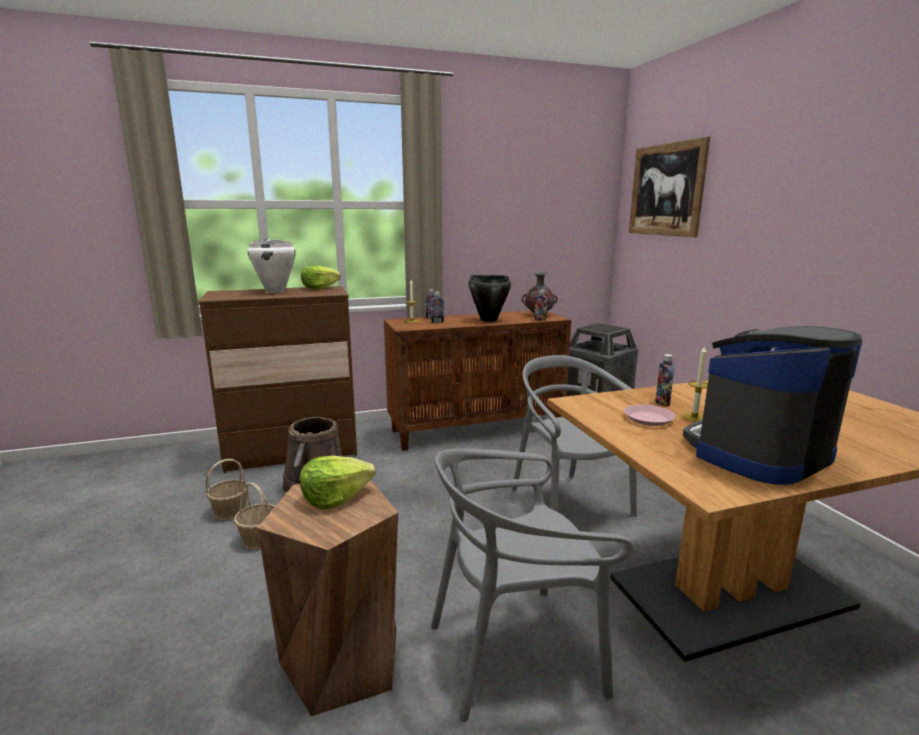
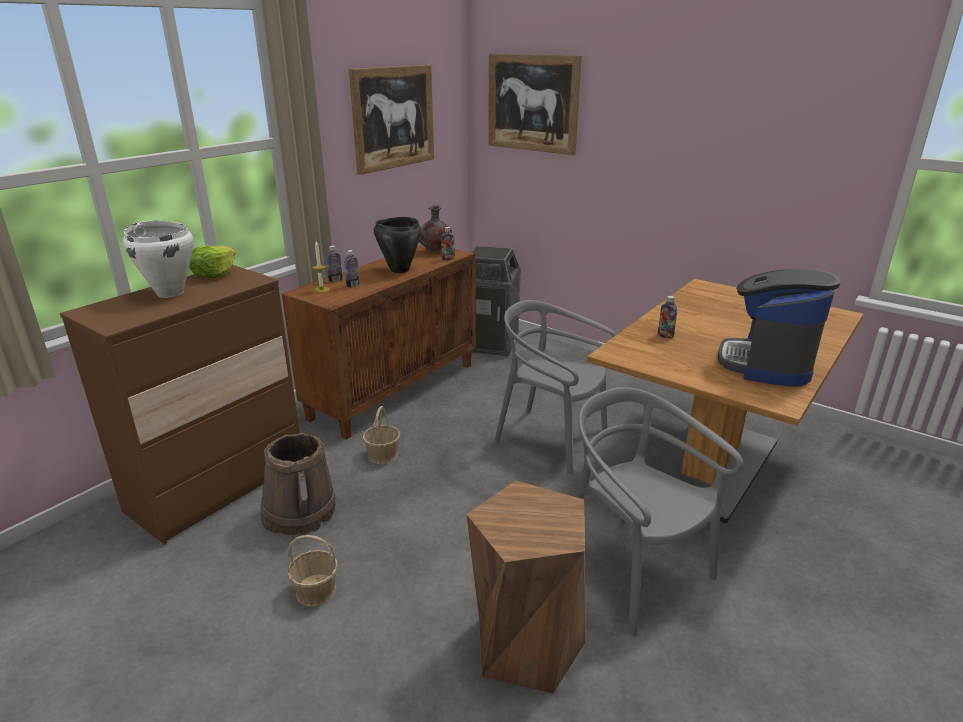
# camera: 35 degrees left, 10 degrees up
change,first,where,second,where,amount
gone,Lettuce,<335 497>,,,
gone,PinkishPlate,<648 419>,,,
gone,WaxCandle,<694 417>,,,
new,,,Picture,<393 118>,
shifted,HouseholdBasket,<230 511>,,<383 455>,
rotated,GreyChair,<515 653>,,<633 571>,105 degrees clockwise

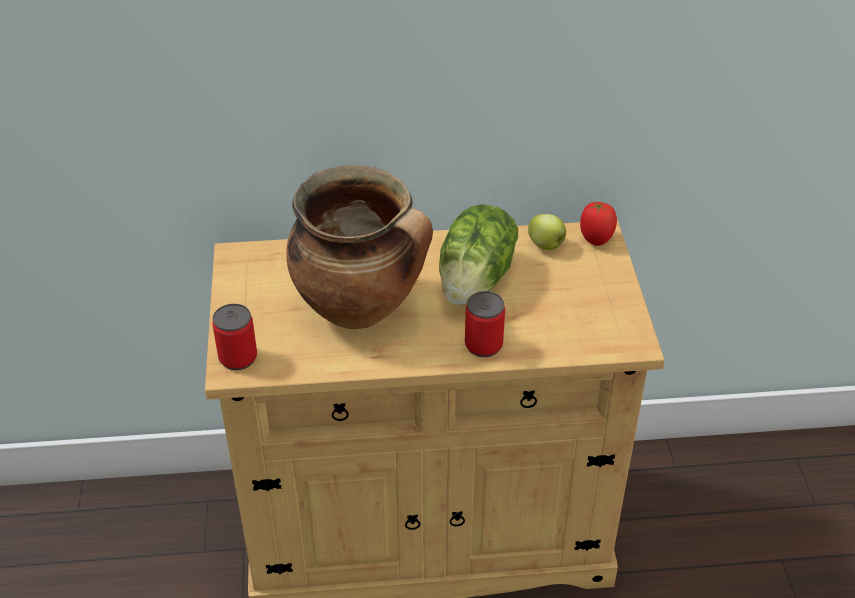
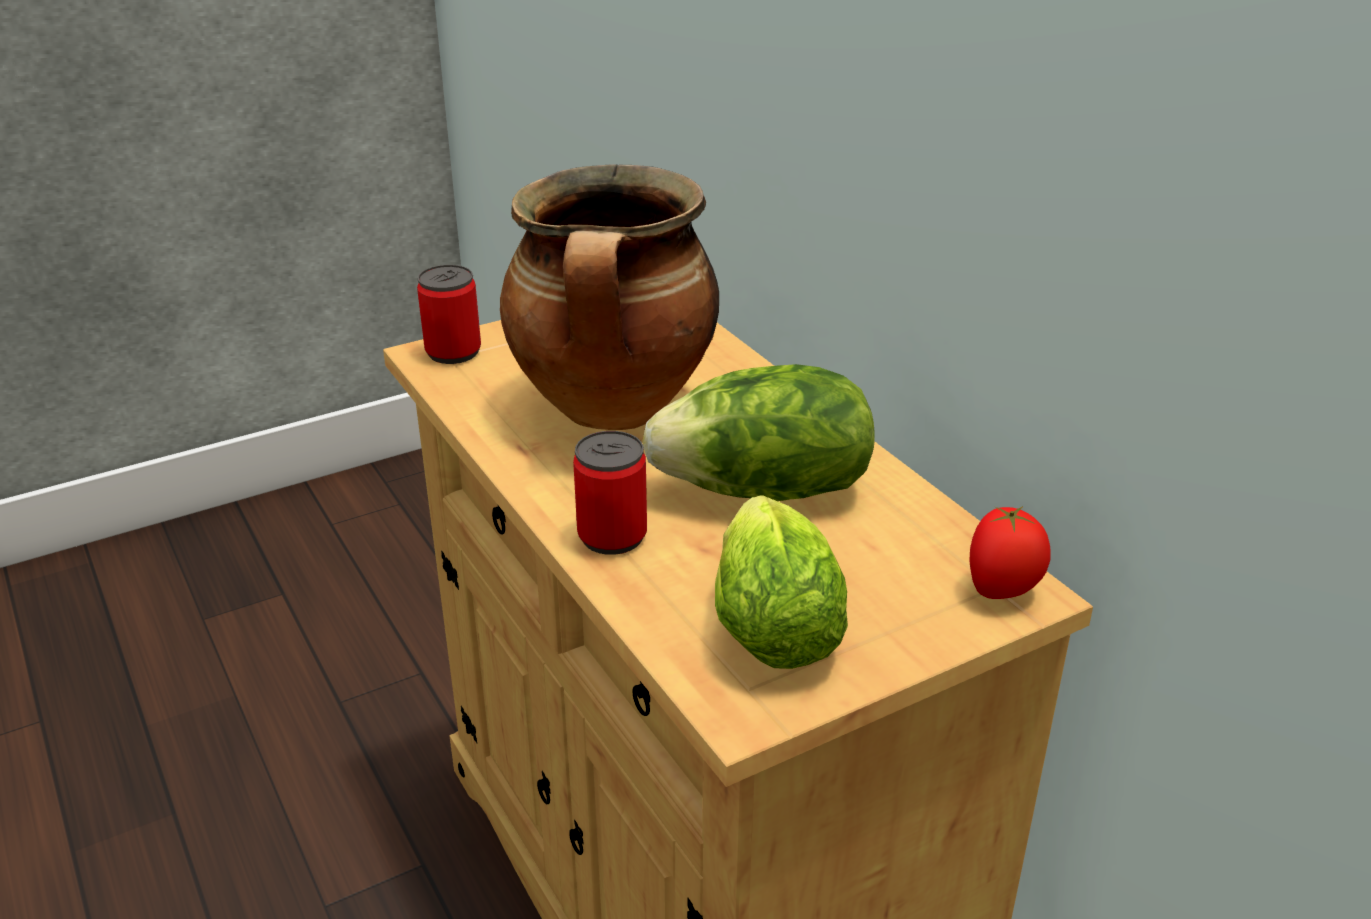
# camera: 65 degrees right, 10 degrees down
change,first,where,second,where,amount
gone,WholeApple,<546 246>,,,
new,,,Lettuce,<771 620>,

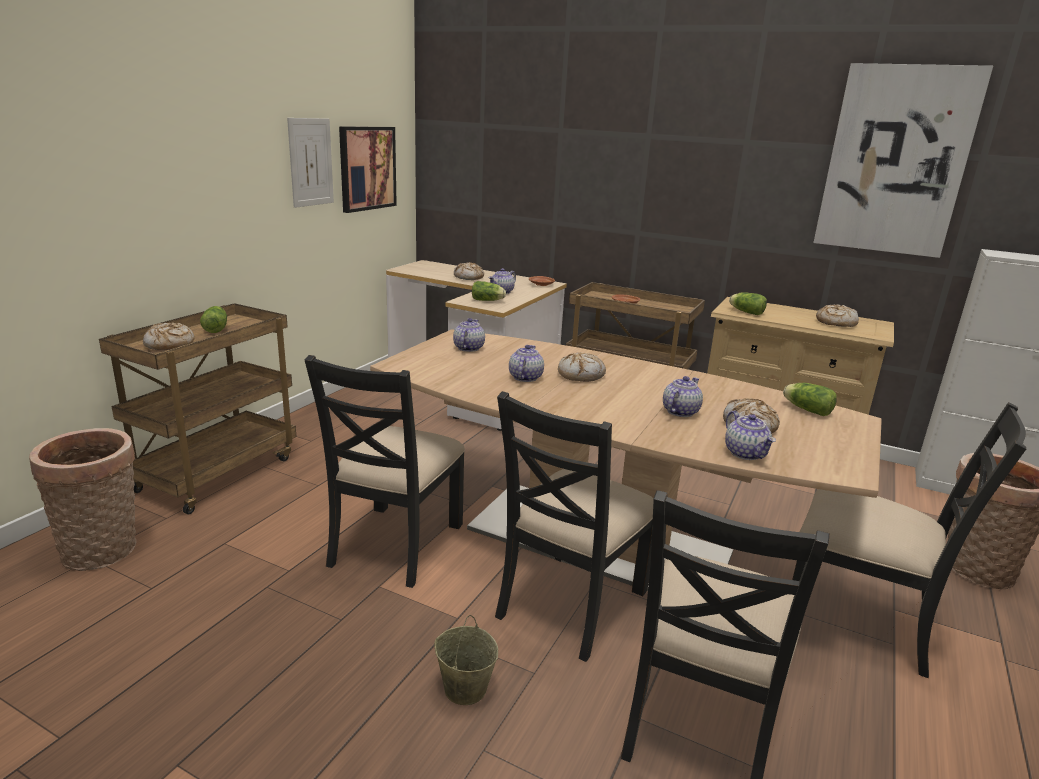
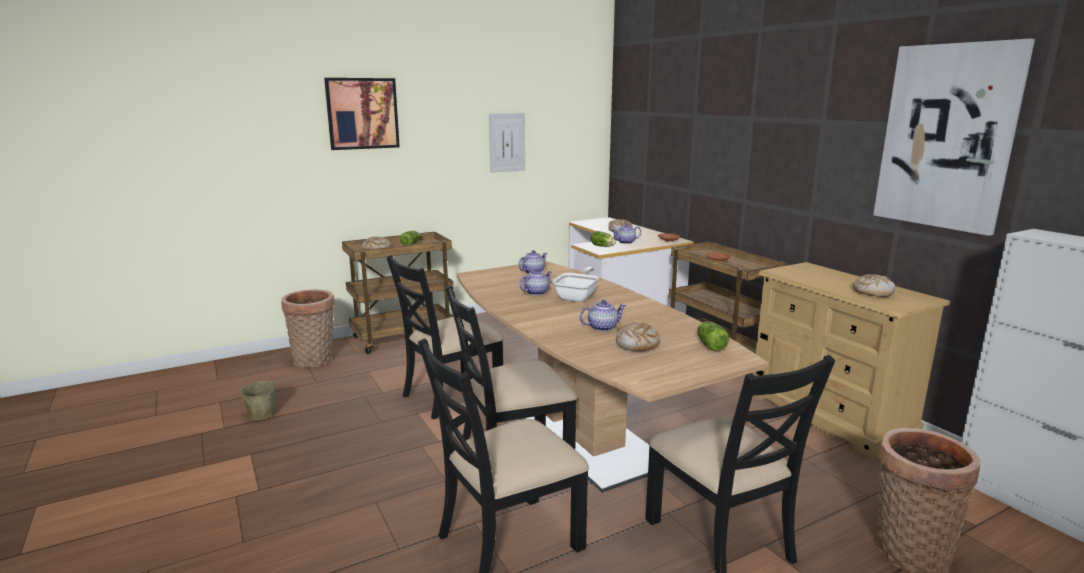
# camera: 35 degrees right, 5 degrees down
change,first,where,second,where,amount
gone,PotForTea,<746 453>,,,
gone,Lettuce,<745 312>,,,
shifted,Picture,<367 168>,,<362 113>,
shifted,BeigeWaterBucket,<464 688>,,<262 414>,
swapped,BakeryBread,<581 375>,Pan,<577 297>,

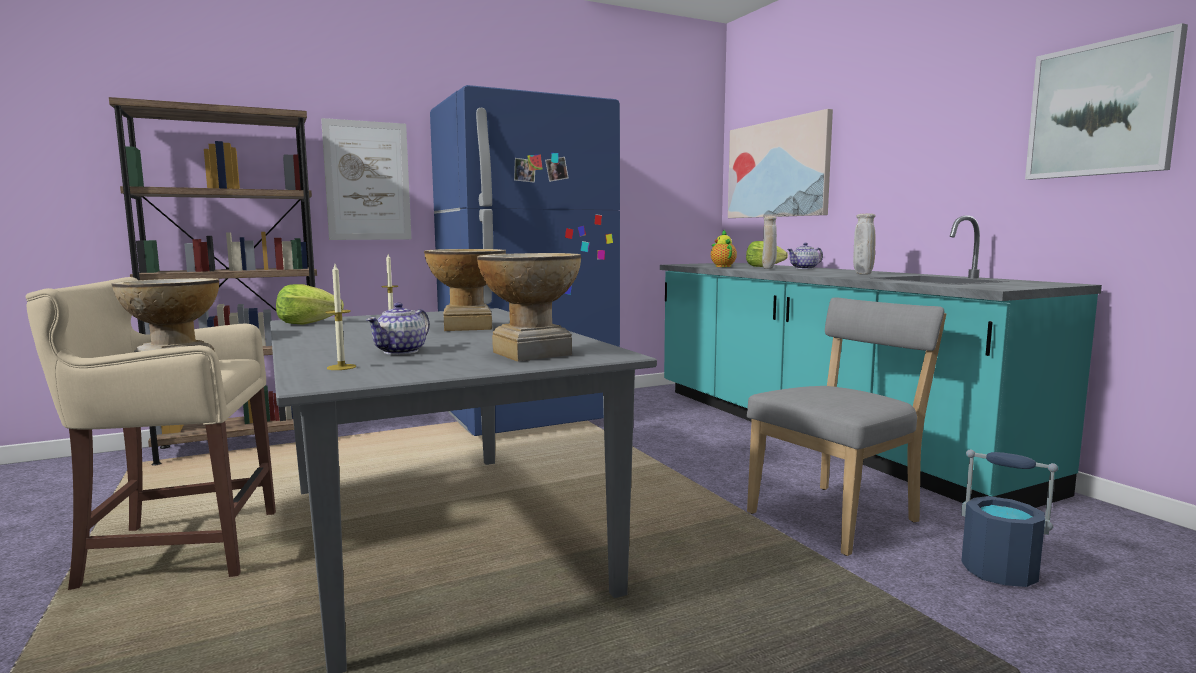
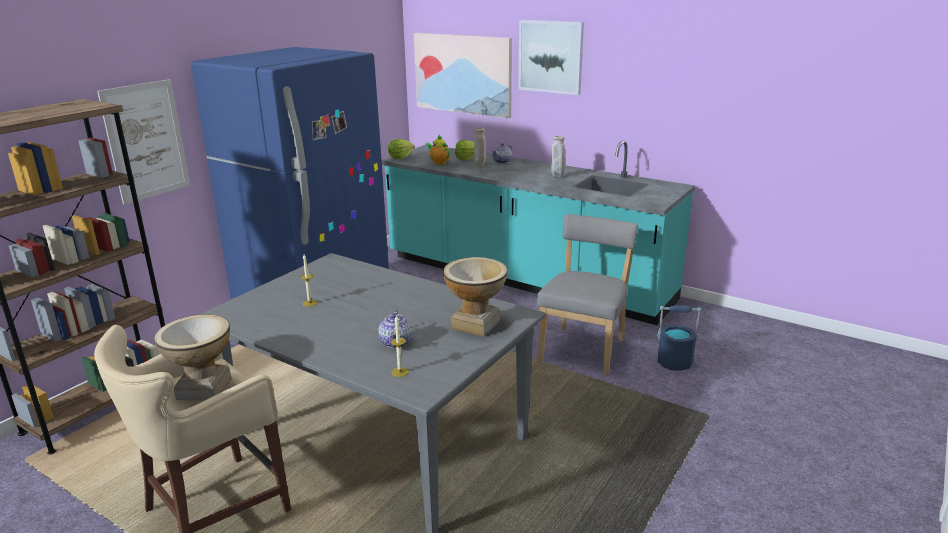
# camera: 30 degrees left, 15 degrees up
change,first,where,second,where,amount
gone,FlowerVase,<468 327>,,,
shifted,Lettuce,<307 323>,,<401 157>,
shifted,Picture,<1101 109>,,<551 56>,

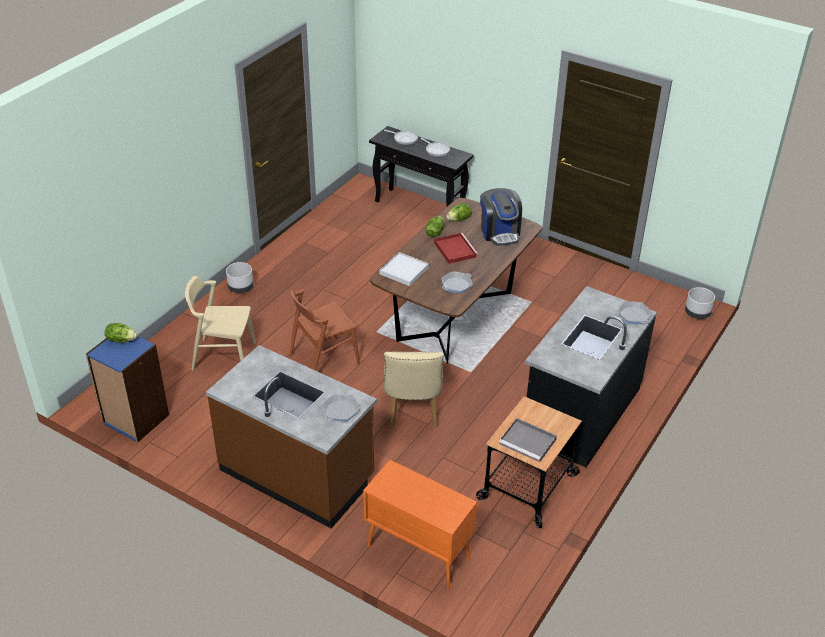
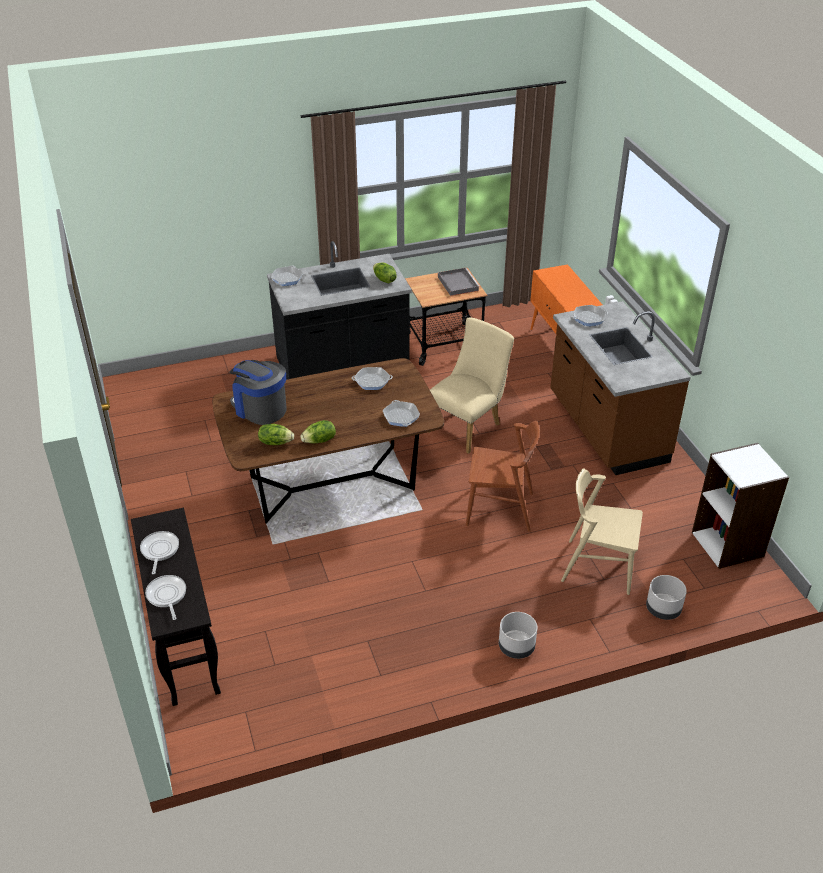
# camera: 140 degrees left, 0 degrees up
change,first,where,second,where,amount
gone,RedServingTray,<454 249>,,,
shifted,Lettuce,<121 339>,,<384 280>,
shifted,GreyPlanter,<697 313>,,<662 609>,
swapped,WhiteServingTray,<404 271>,Pan,<401 417>,
repainted,BlueColouredBookcase,<135 419>,WhiteBookcase,<728 544>,
rotated,BeigeChair,<223 356>,,<598 566>,150 degrees clockwise
rotated,CoffeeBrewer,<500 232>,,<260 408>,75 degrees counterclockwise

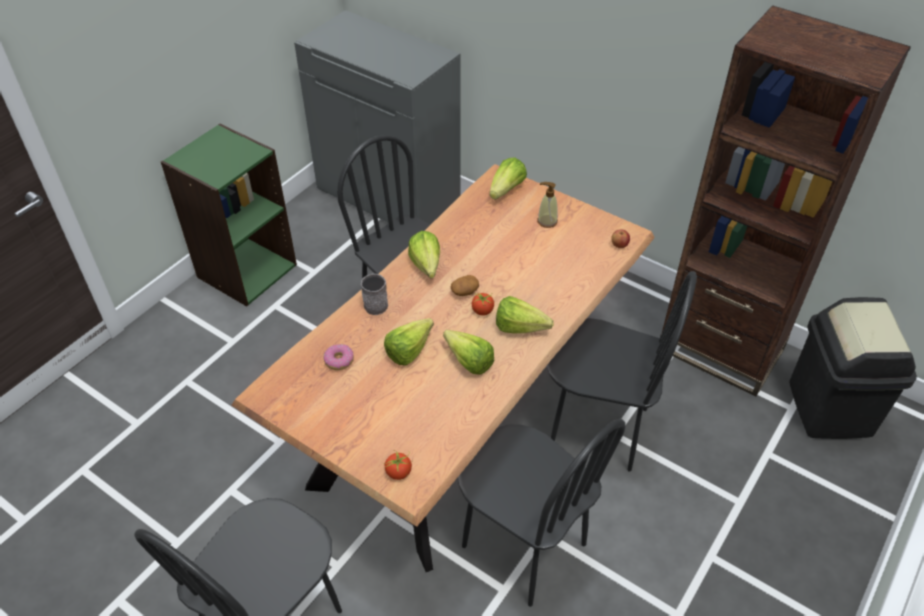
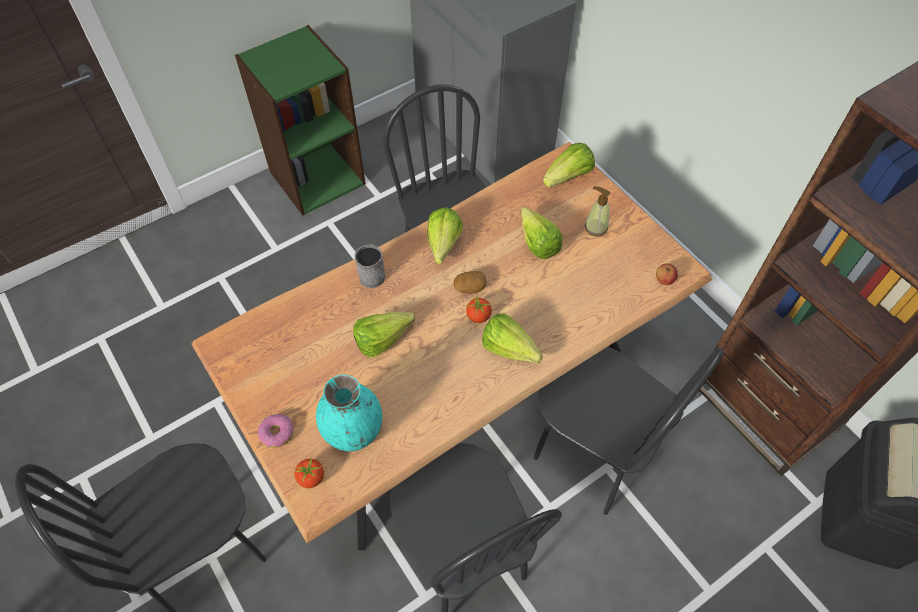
# camera: 20 degrees right, 10 degrees up
change,first,where,second,where,amount
new,,,TurquoiseColouredFlowerVase,<353 431>,
shifted,Doughnut,<339 361>,,<277 433>,
shifted,Lettuce,<466 358>,,<536 240>,

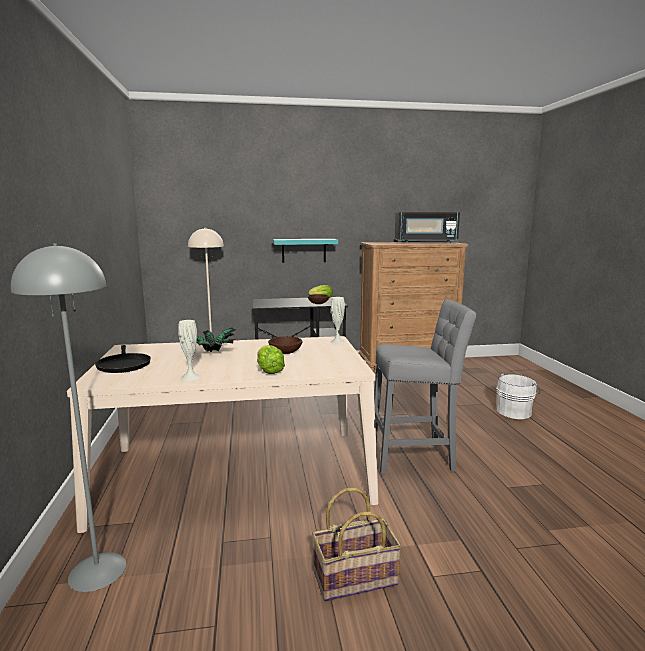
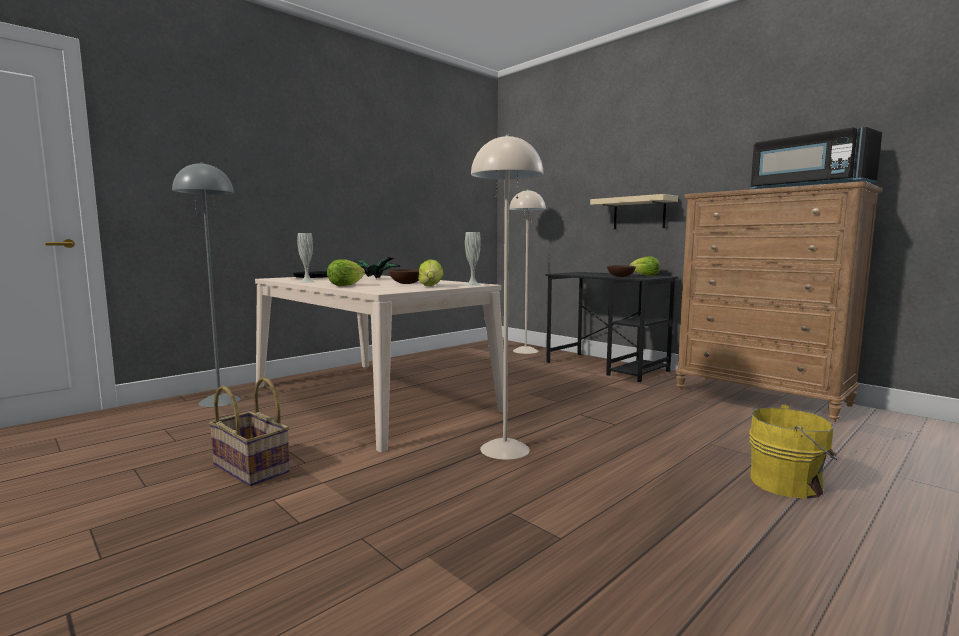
# camera: 55 degrees right, 5 degrees down
change,first,where,second,where,amount
new,,,Lettuce,<431 286>,
swapped,GreyStoolSeat,<416 458>,BeigeFloorLamp,<504 449>,
repainted,TurquoiseColouredShelf,<303 250>,BeigeShelf,<639 213>,
repainted,WhiteWaterBucket,<515 412>,YellowWaterBucket,<789 483>,

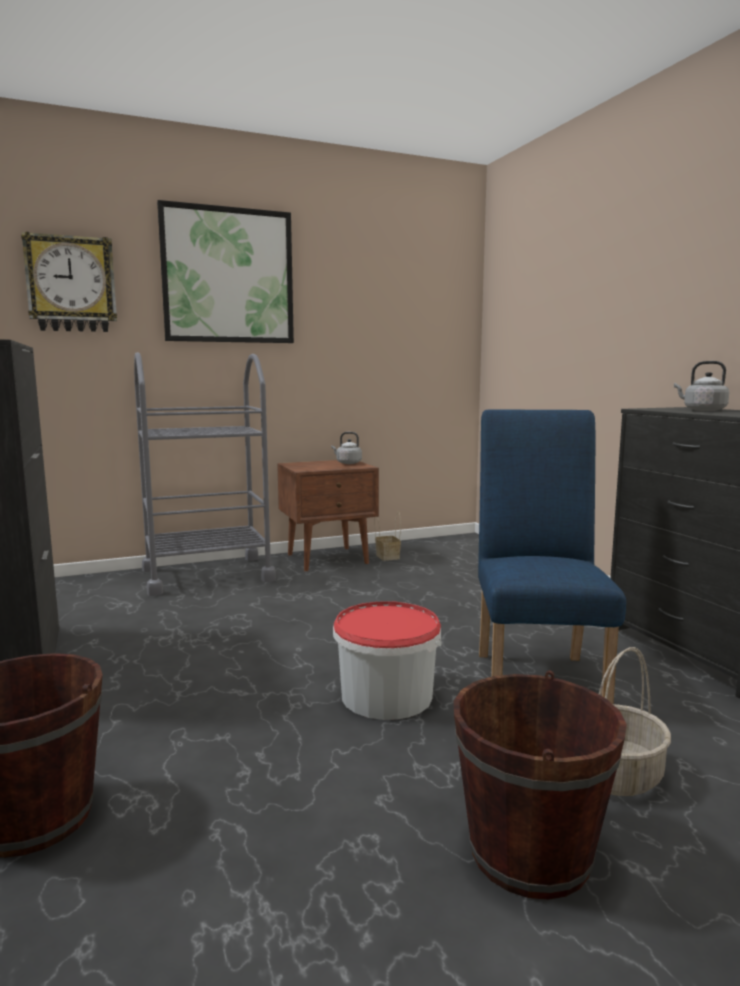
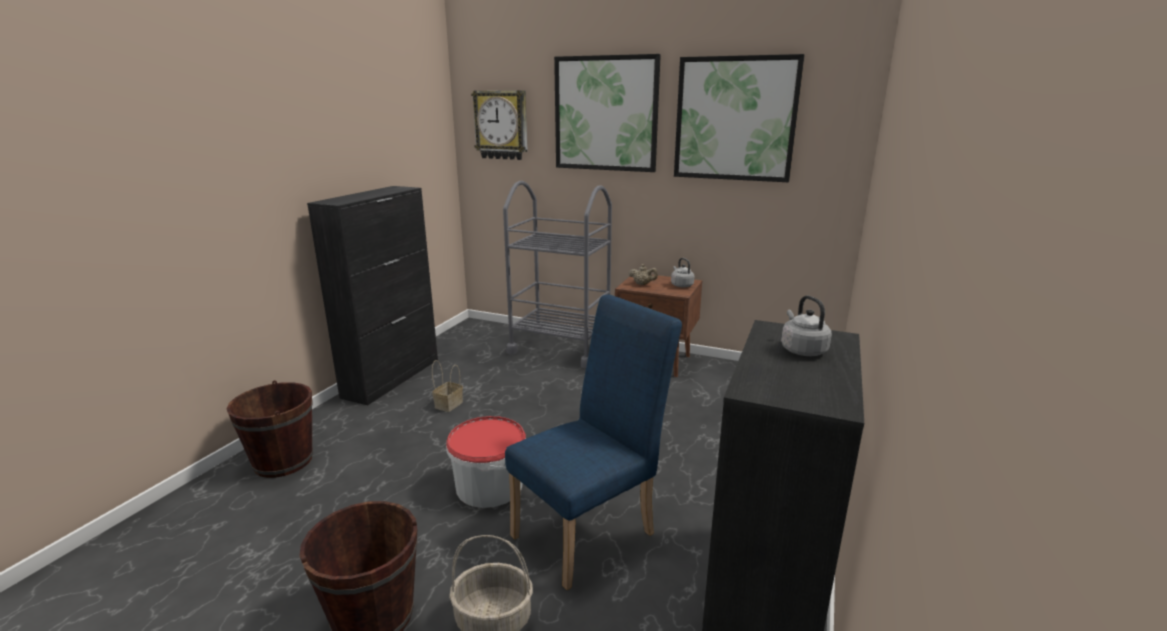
# camera: 45 degrees right, 10 degrees up
change,first,where,second,where,amount
new,,,BeigePotForTea,<642 284>,
new,,,Picture,<735 119>,
shifted,HouseholdBasket,<386 556>,,<449 404>,

